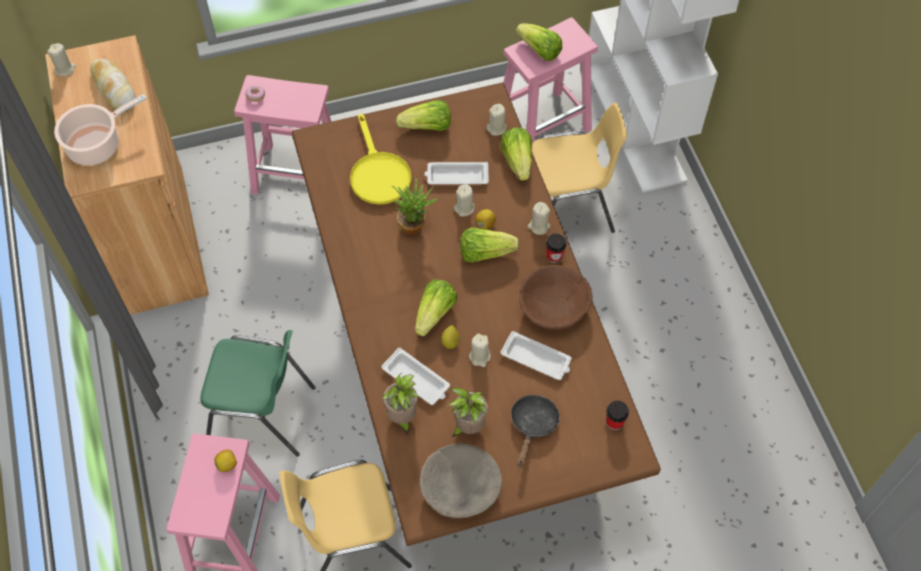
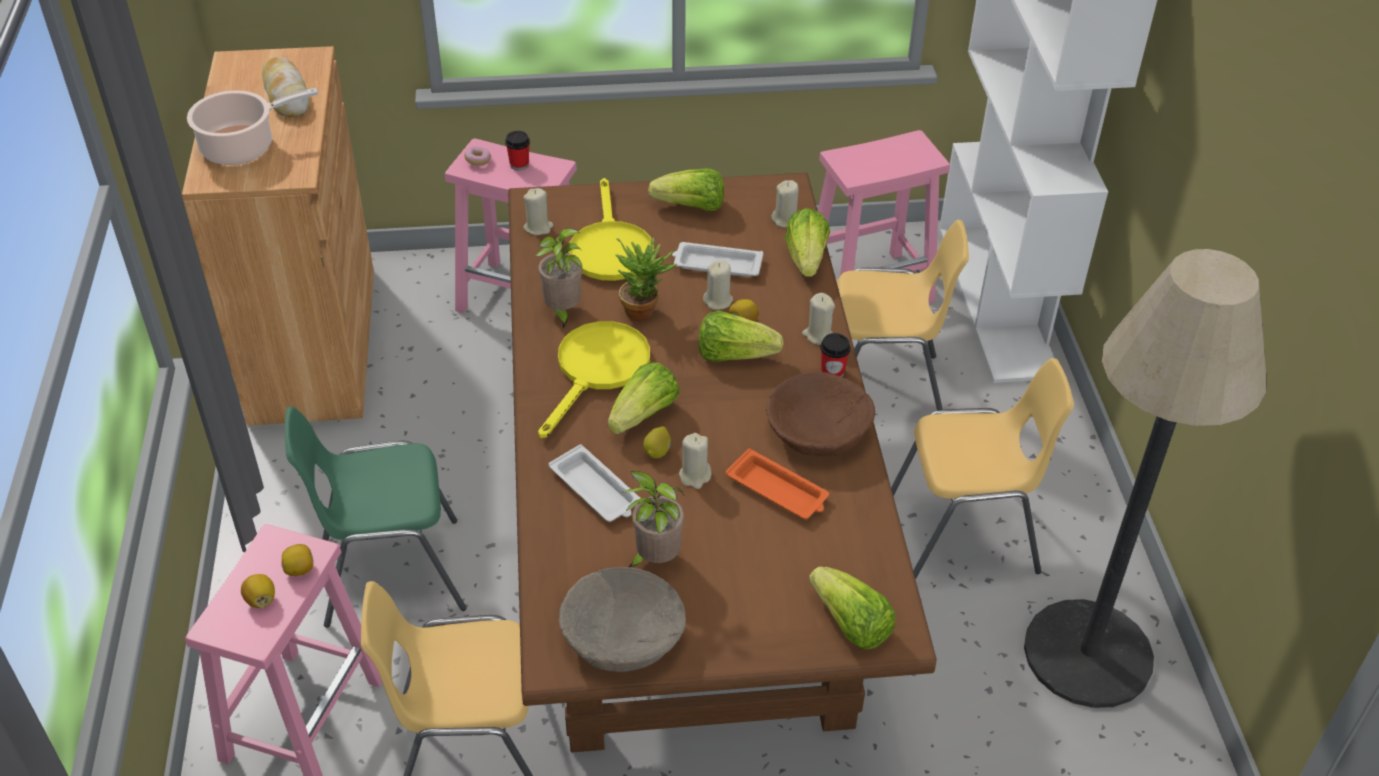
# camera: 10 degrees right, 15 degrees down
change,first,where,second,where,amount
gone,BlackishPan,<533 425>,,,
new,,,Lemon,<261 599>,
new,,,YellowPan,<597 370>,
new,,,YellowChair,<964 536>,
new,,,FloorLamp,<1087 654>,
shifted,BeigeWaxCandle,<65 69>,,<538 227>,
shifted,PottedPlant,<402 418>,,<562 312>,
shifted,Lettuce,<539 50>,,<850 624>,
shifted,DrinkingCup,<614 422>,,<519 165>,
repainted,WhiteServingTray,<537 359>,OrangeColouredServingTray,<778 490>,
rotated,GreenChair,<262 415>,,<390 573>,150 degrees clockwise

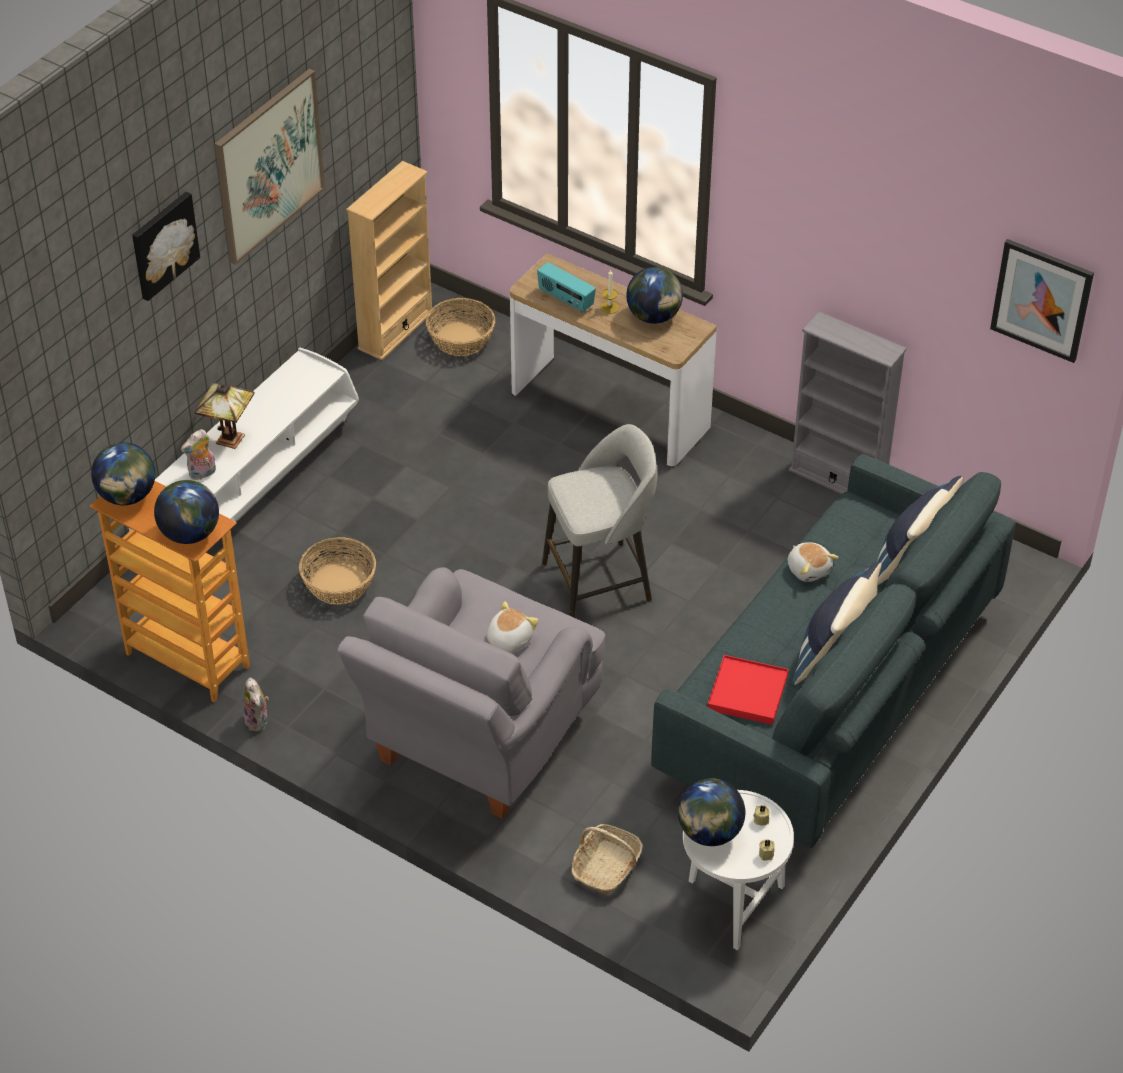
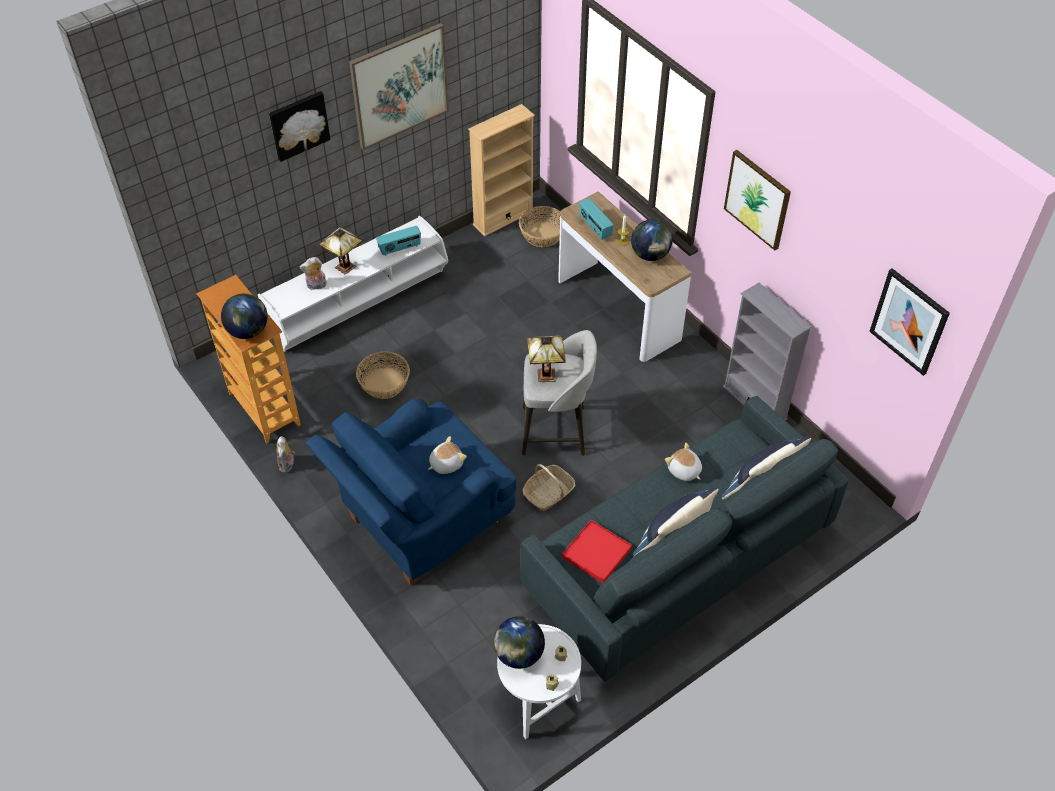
# camera: 20 degrees right, 5 degrees up
change,first,where,second,where,amount
gone,Globe,<127 496>,,,
new,,,RadioReceiver,<400 248>,
new,,,TableLamp,<545 376>,
new,,,Picture,<757 199>,
shifted,HouseholdBasket,<606 867>,,<548 493>,
repainted,GreyArmchair,<479 740>,BlueColouredArmchair,<422 523>,
rotated,CuddlyToy,<809 569>,,<684 471>,150 degrees clockwise

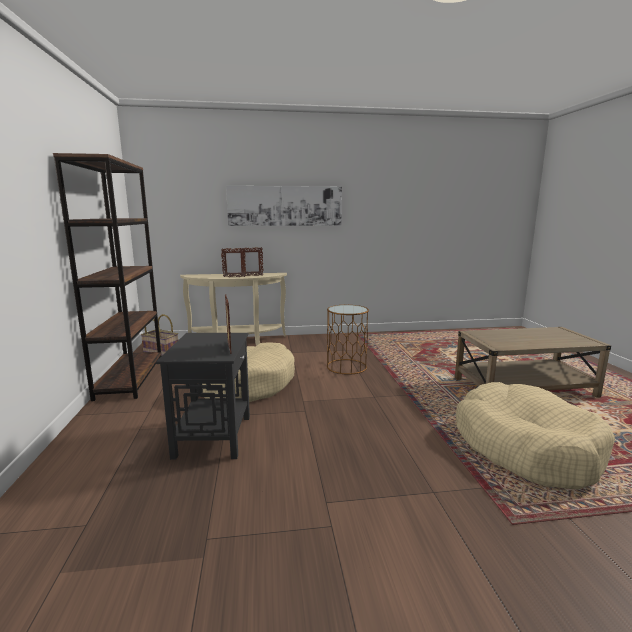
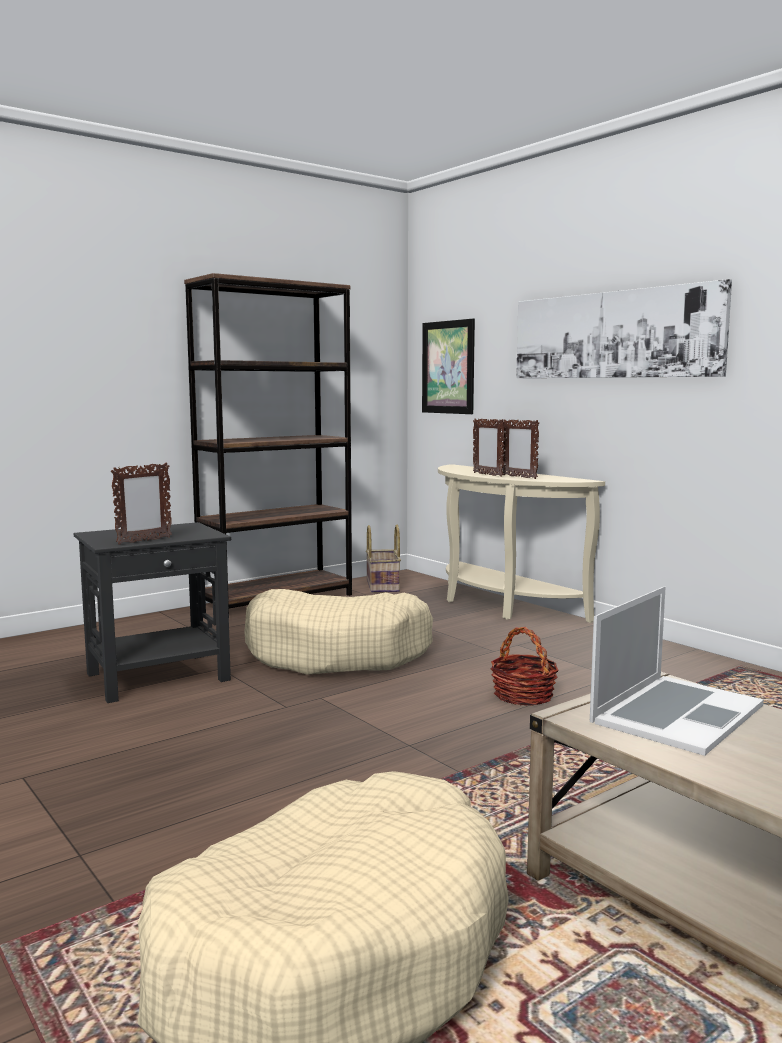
# camera: 60 degrees right, 5 degrees down
change,first,where,second,where,amount
new,,,Picture,<448 367>,
new,,,Laptop,<676 713>,
swapped,BrownishAccentTable,<346 367>,HouseholdBasket,<523 695>,

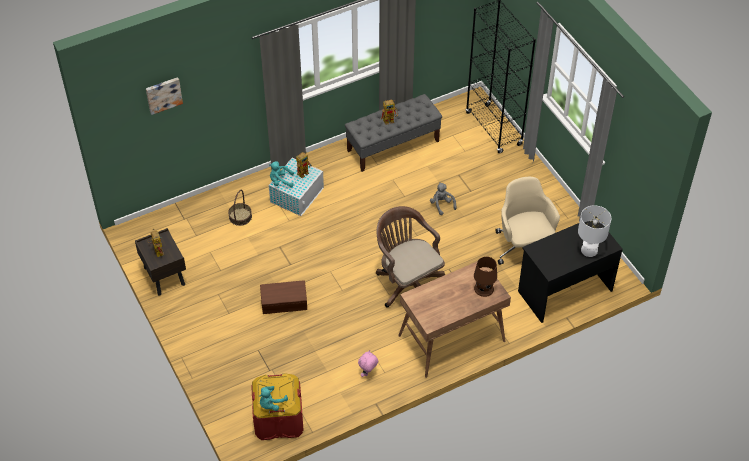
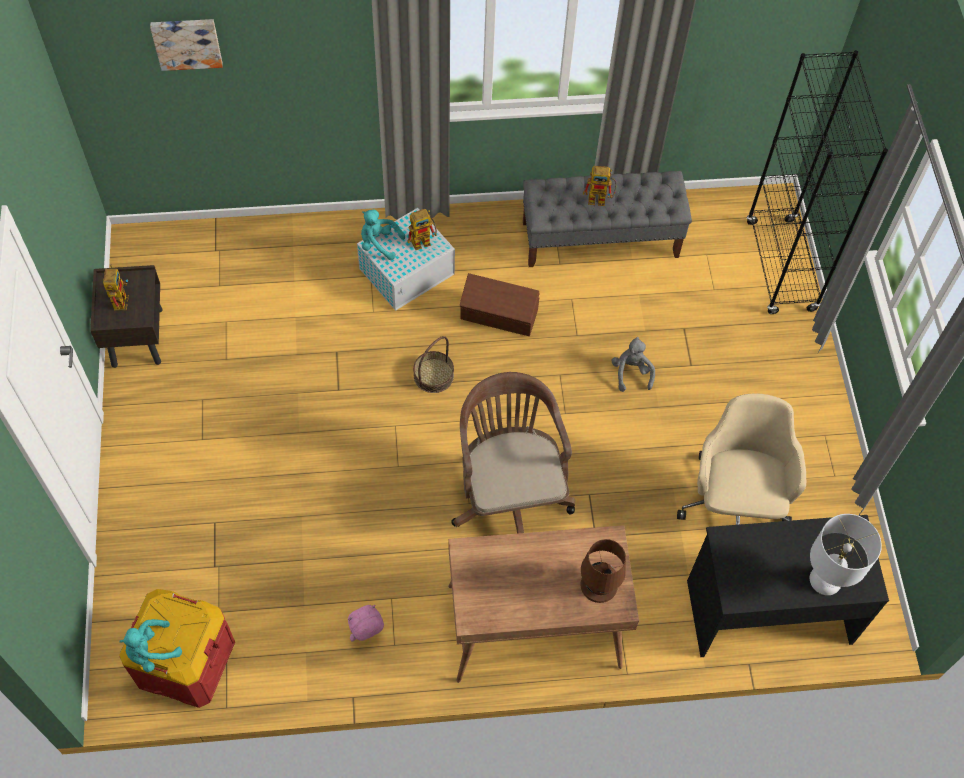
# camera: 20 degrees right, 10 degrees up
change,first,where,second,where,amount
shifted,HouseholdBasket,<240 217>,,<433 375>,
shifted,BrownishStorageBin,<284 304>,,<499 315>,

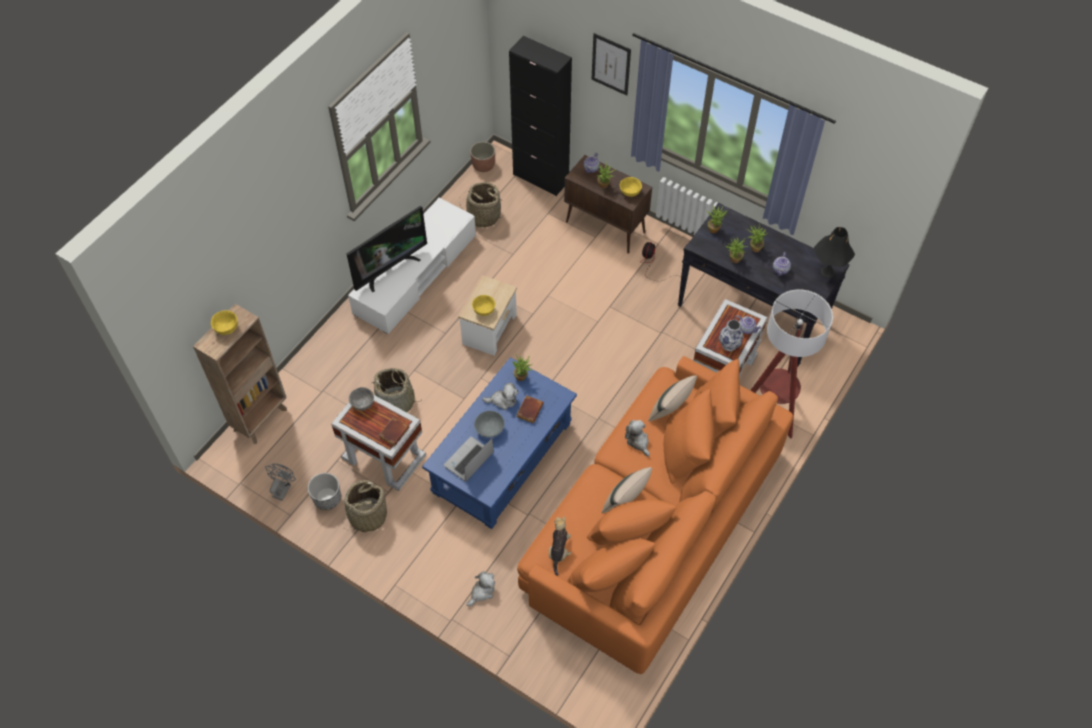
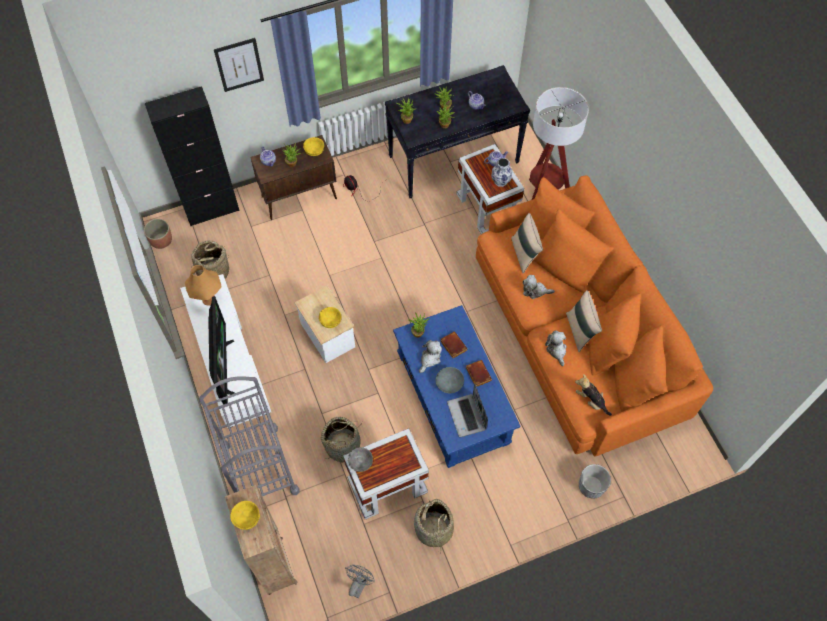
# camera: 55 degrees left, 5 degrees up
change,first,where,second,where,amount
gone,BlackishTableLamp,<827 272>,,,
new,,,OrangeColouredTableLamp,<209 299>,
new,,,GreyCart,<259 468>,
shifted,Planter,<327 498>,,<591 486>,
shifted,BrownishBook,<394 432>,,<477 374>,
shifted,CuddlyToy,<482 591>,,<556 350>,
rotated,GreyFan,<283 488>,,<359 584>,60 degrees clockwise

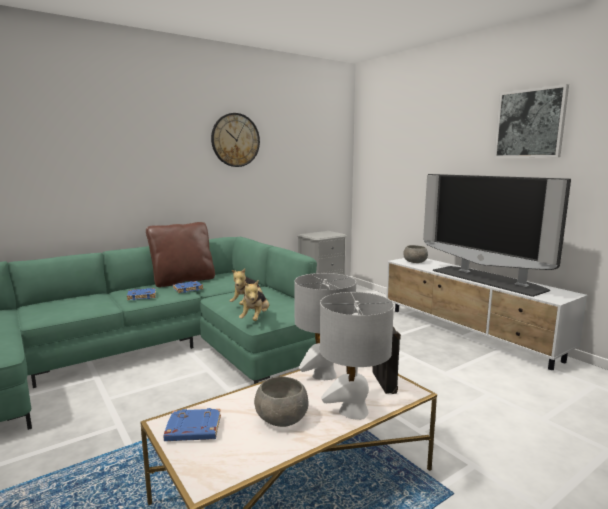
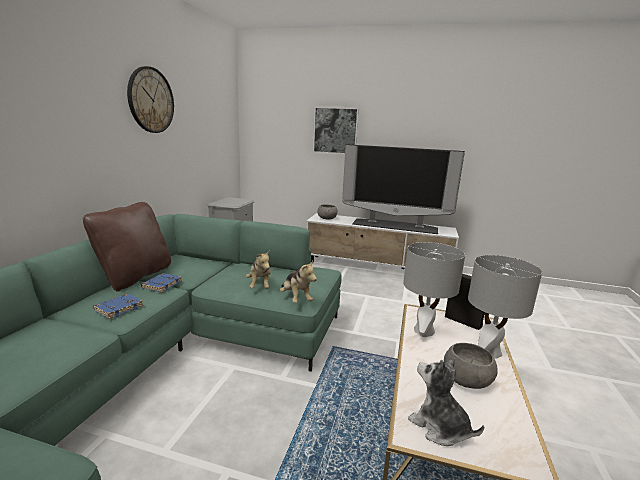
# camera: 40 degrees left, 5 degrees up
change,first,where,second,where,amount
shifted,Picture,<530 123>,,<335 130>,
swapped,BlueColouredBook,<192 430>,CuddlyToy,<439 427>,

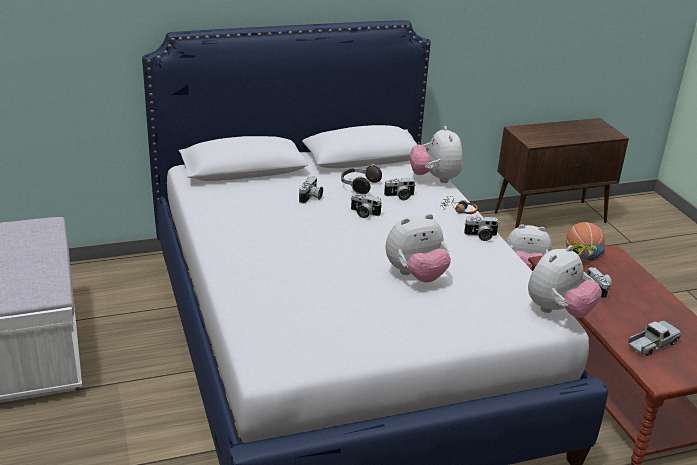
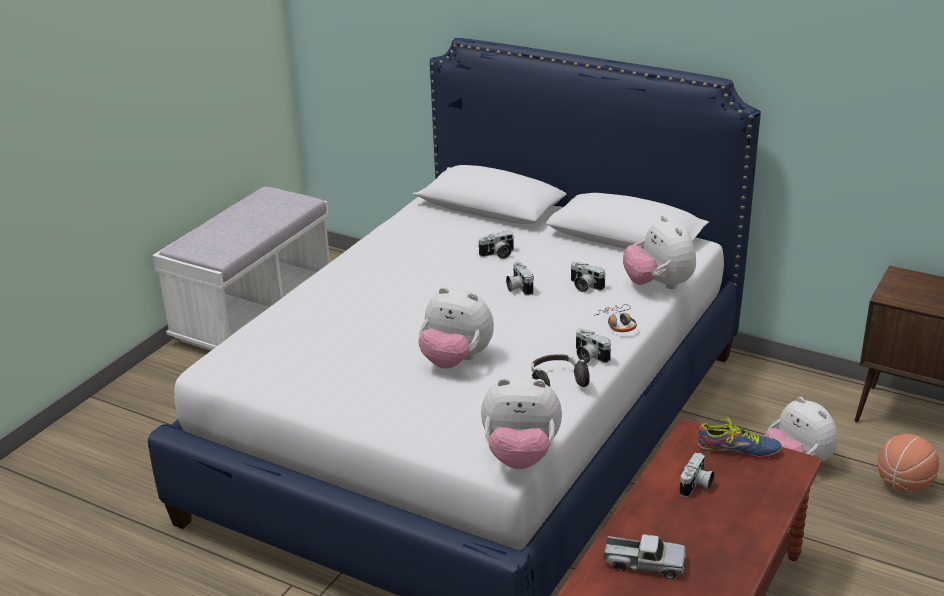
# camera: 50 degrees right, 0 degrees up
change,first,where,second,where,amount
shifted,Headphones,<359 186>,,<556 383>,
rotated,CuddlyToy,<435 179>,,<659 285>,60 degrees counterclockwise

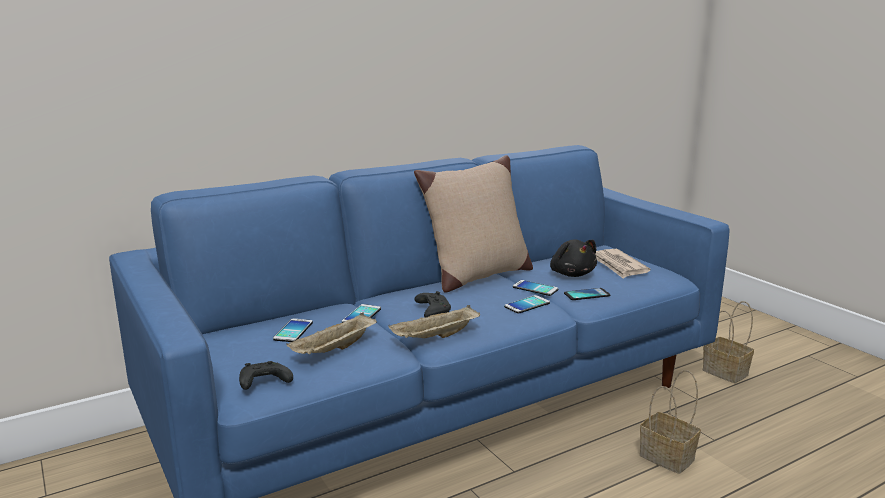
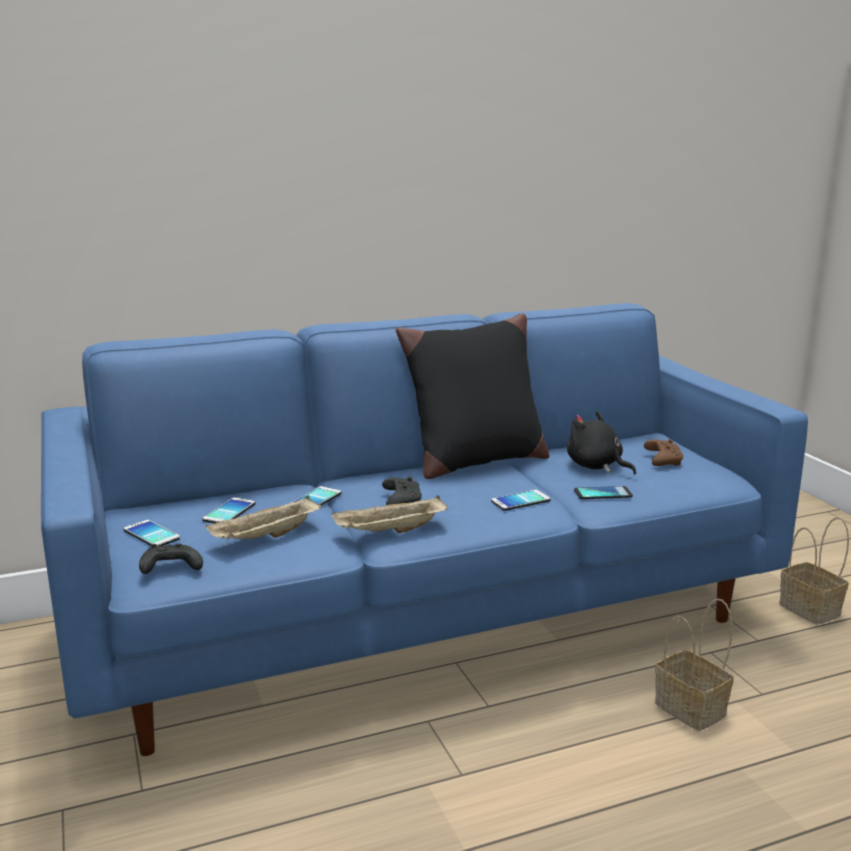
# camera: 10 degrees right, 0 degrees up
change,first,where,second,where,amount
shifted,Handset,<535 288>,,<151 534>,
swapped,Newspaper,<618 266>,BrownishGameController,<662 460>,
repainted,BeigeThrowPillow,<476 276>,BlackishThrowPillow,<475 462>,
rotated,BlackishCuddlyToy,<571 274>,,<596 466>,150 degrees clockwise

